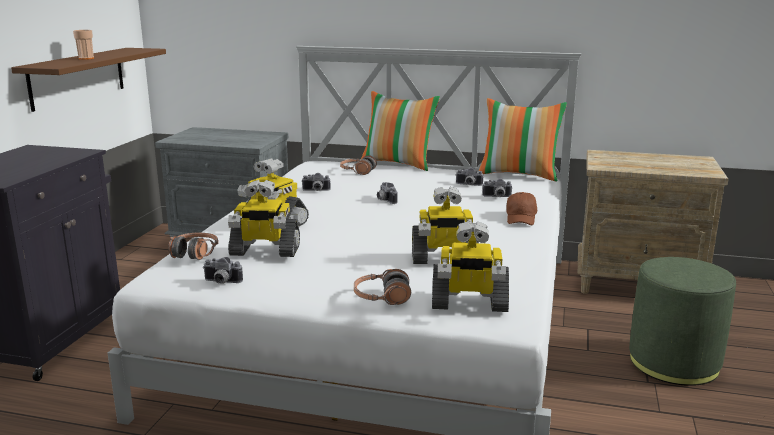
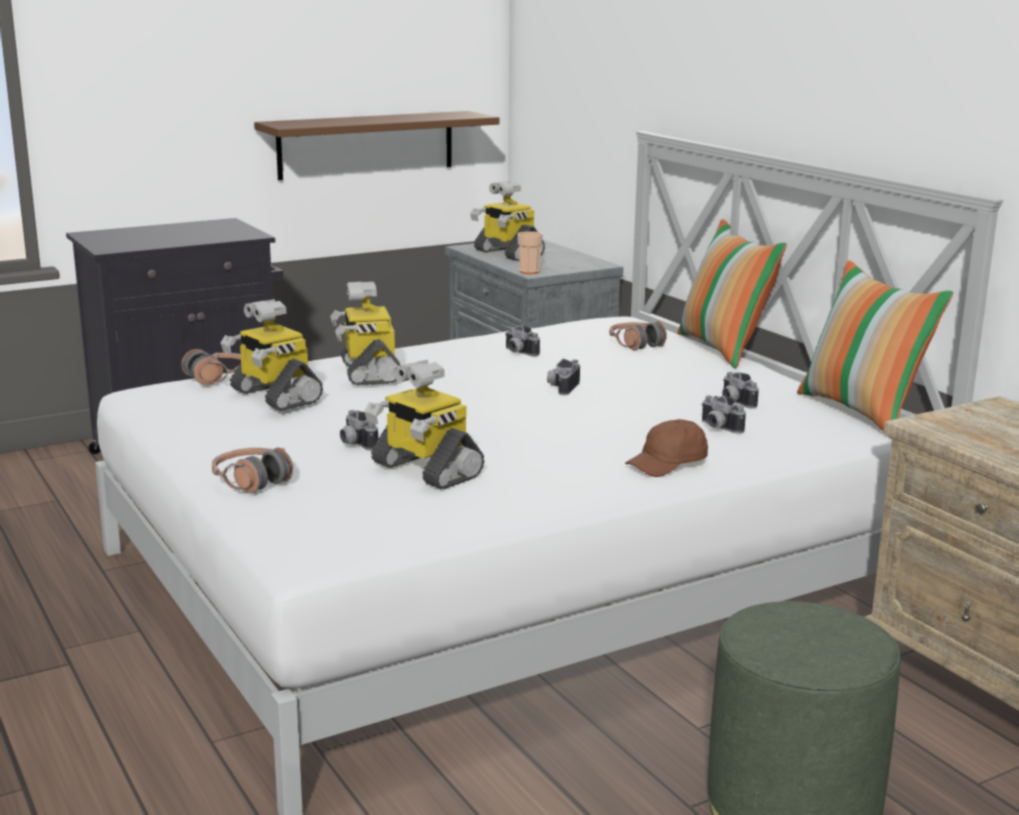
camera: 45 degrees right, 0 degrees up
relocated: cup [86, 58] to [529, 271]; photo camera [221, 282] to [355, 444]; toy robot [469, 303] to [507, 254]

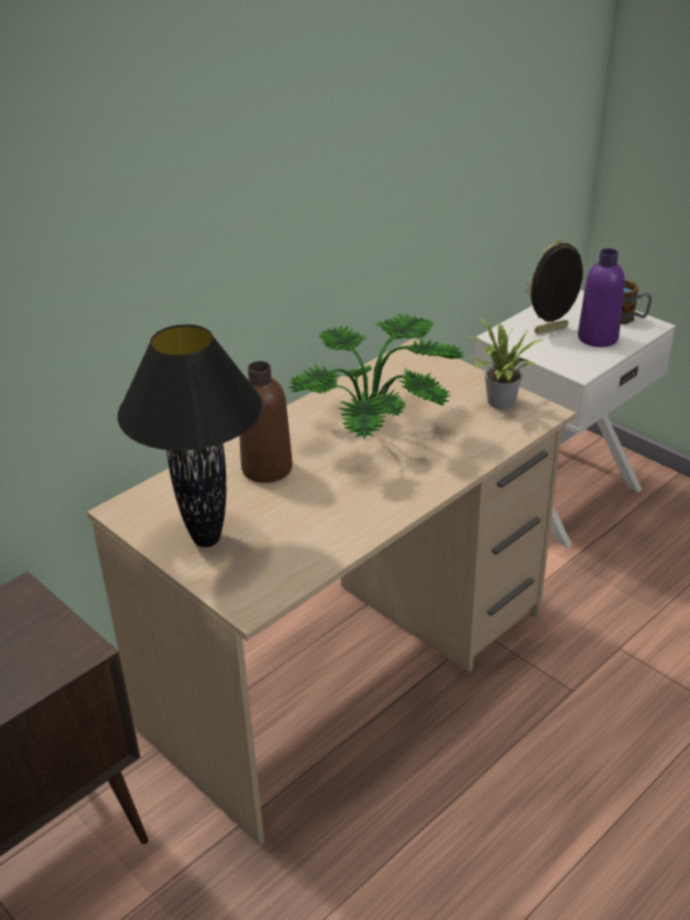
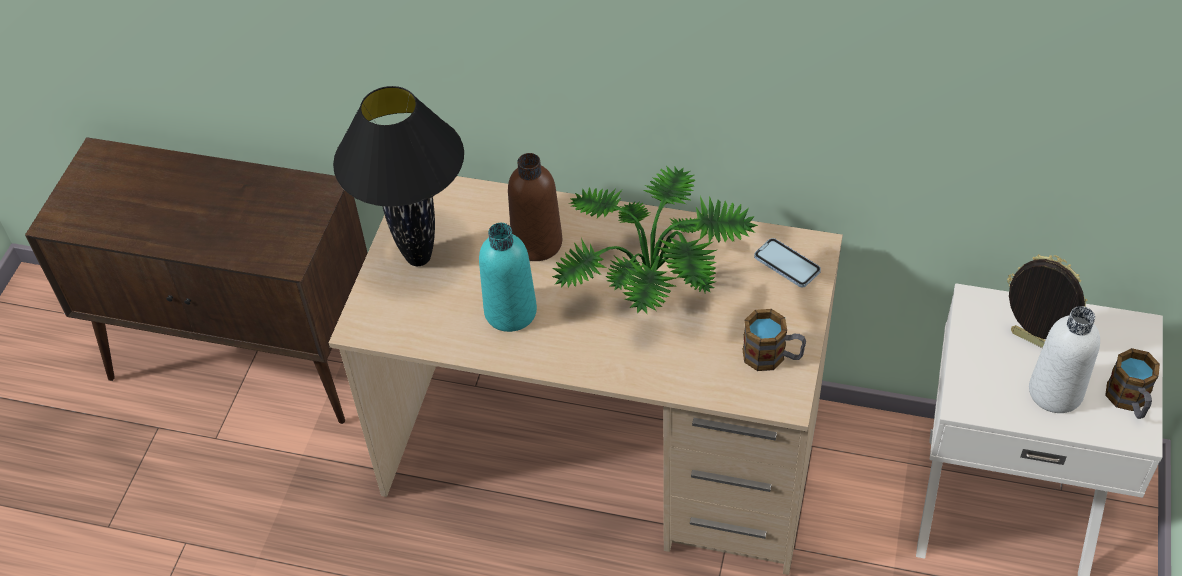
camera: 60 degrees right, 15 degrees up
appeared: turquoise bottle [510, 312]; phone [787, 264]
exchanged: potted plant [498, 403] to mug [772, 356]
colour: purple bottle [597, 338] to white bottle [1055, 392]

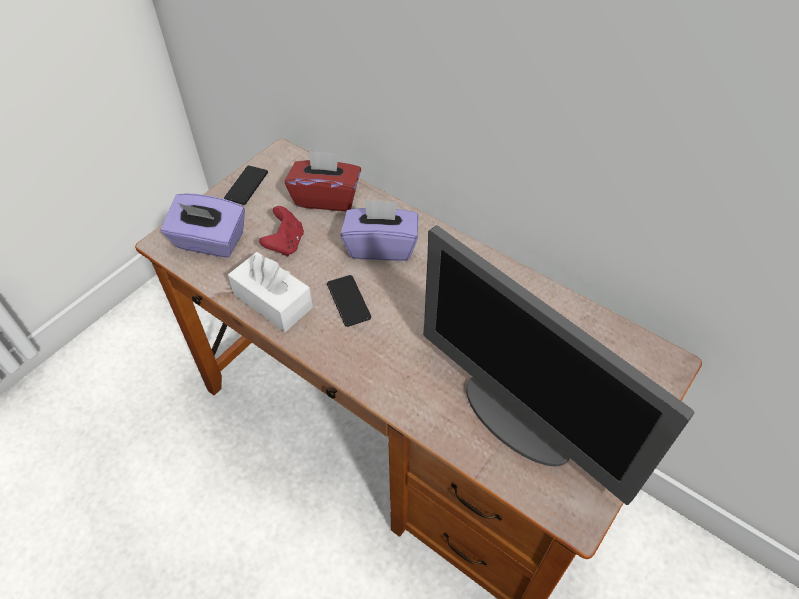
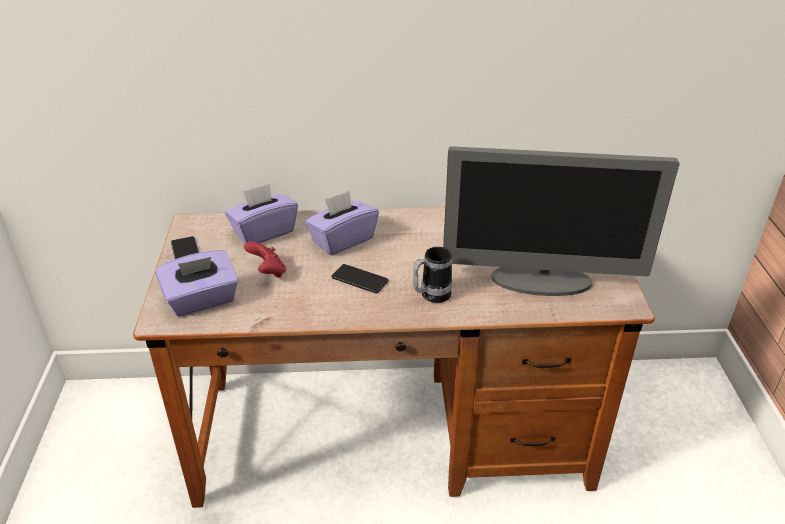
camera: 40 degrees left, 15 degrees down
missing: white tissue box [273, 301]
appeared: mug [431, 296]
colour: red tissue box [326, 198] to purple tissue box [264, 232]

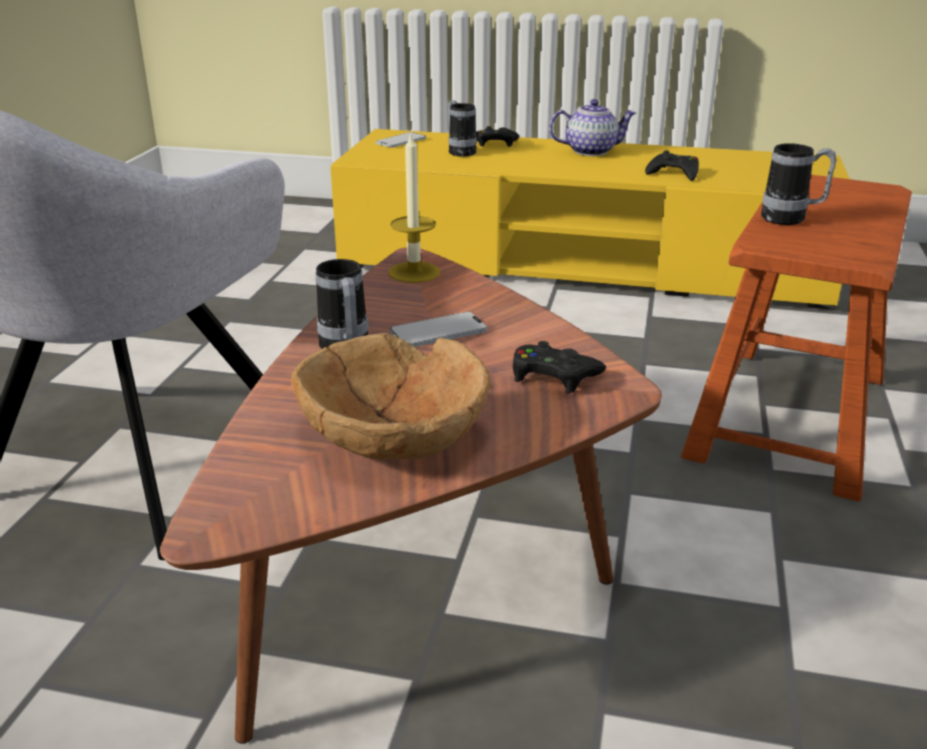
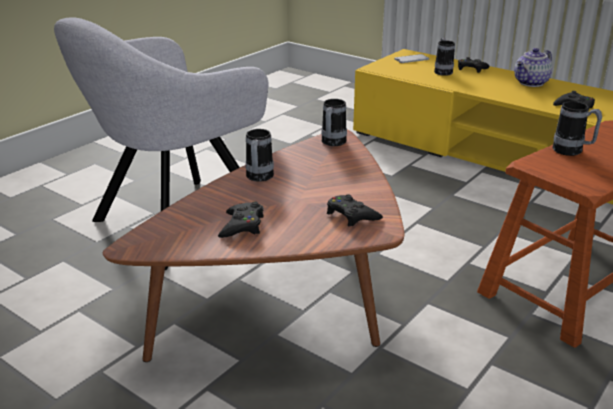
camera: 25 degrees right, 0 degrees up
missing: phone [438, 332]
exchanged: brown bowl [392, 434] to black game controller [242, 225]; candle [414, 272] to mug [332, 143]
spun: teapot [590, 151] = [531, 83] 120 degrees clockwise

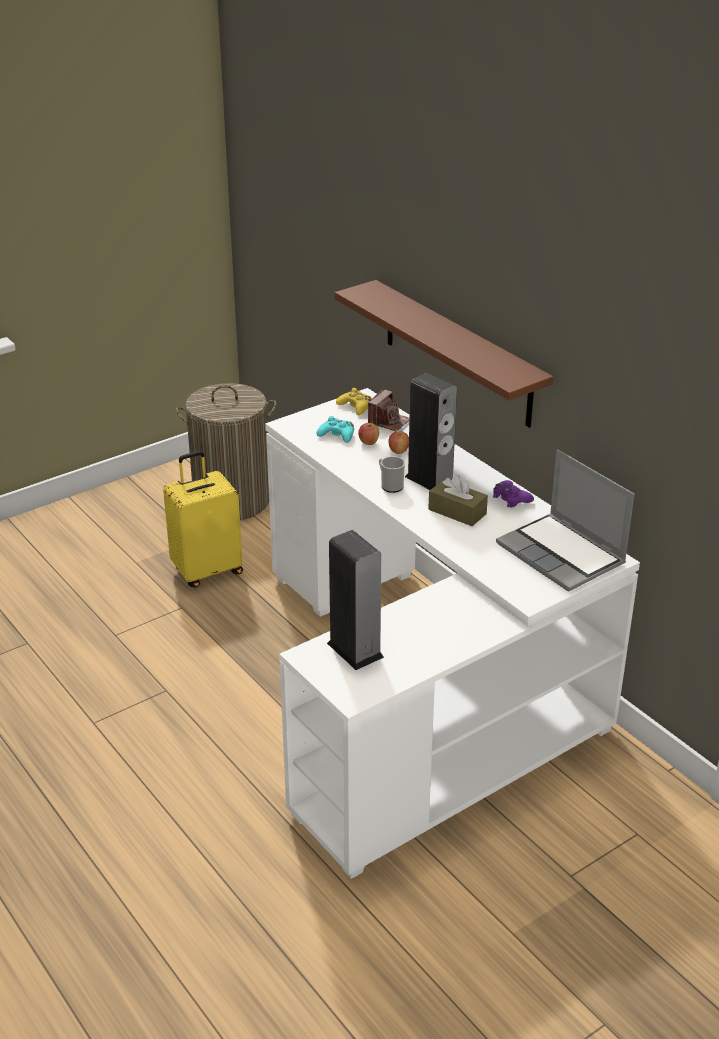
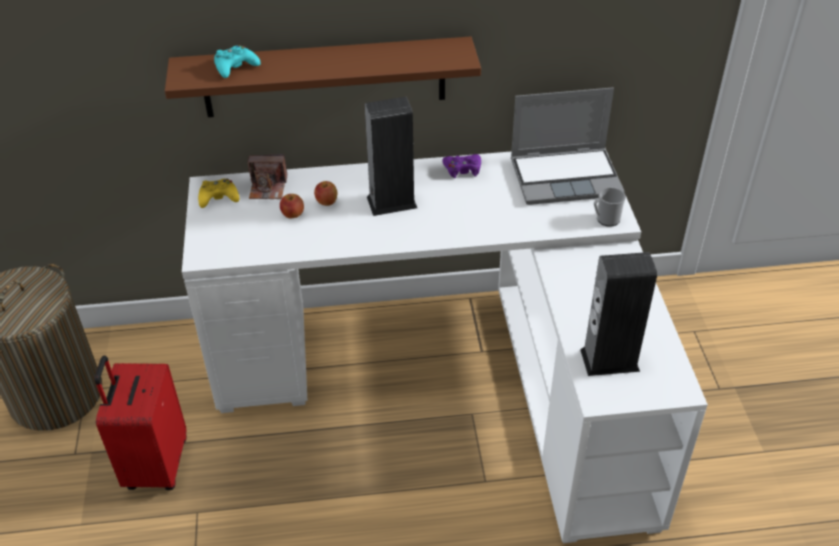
camera: 60 degrees left, 10 degrees up
missing: brown tissue box [457, 512]
relocated: turquoise game controller [337, 435] to [235, 67]; mug [390, 485] to [605, 219]
colour: yellow suitcase [207, 570] to red suitcase [155, 465]
spun: photo camera [389, 422] = [268, 188] 120 degrees clockwise

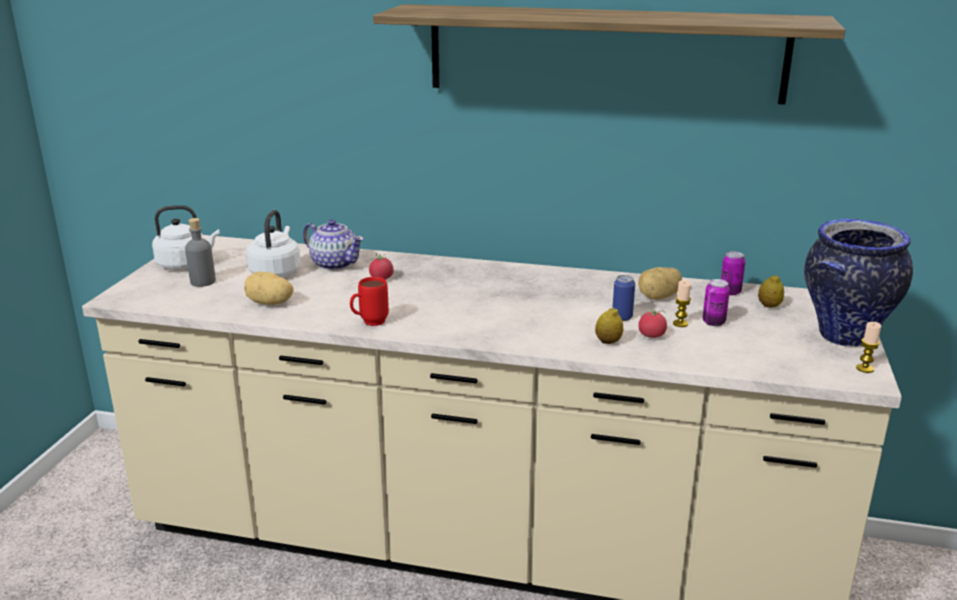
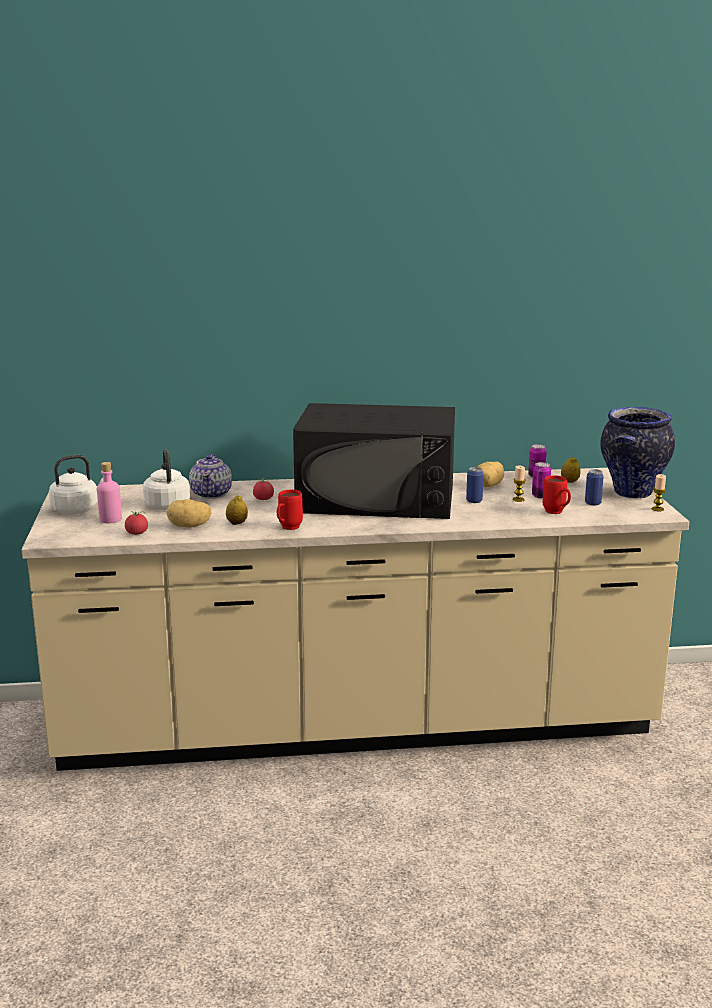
camera: 20 degrees left, 5 degrees down
missing: shelf [604, 53]
appeared: black microwave [377, 499]; red mug [557, 513]; can [592, 503]
relocated: lemon [608, 342] to [237, 523]; tomato [651, 335] to [137, 533]
colour: grey bottle [203, 282] to pink bottle [110, 519]
spun: teapot [335, 264] = [211, 494] 75 degrees clockwise

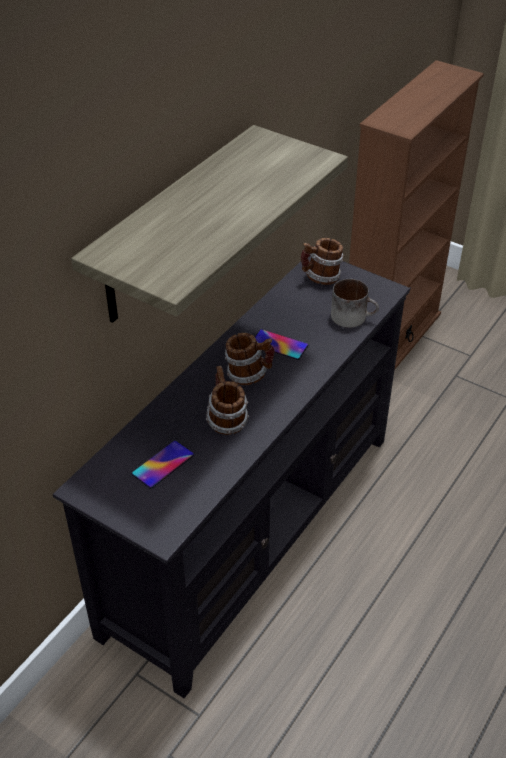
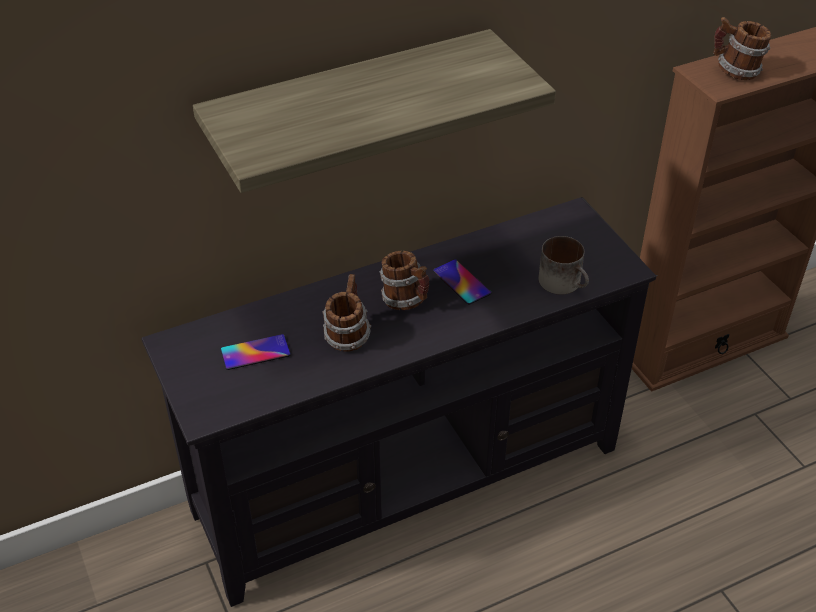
camera: 30 degrees right, 0 degrees up
relocated: mug [320, 278] to [735, 71]

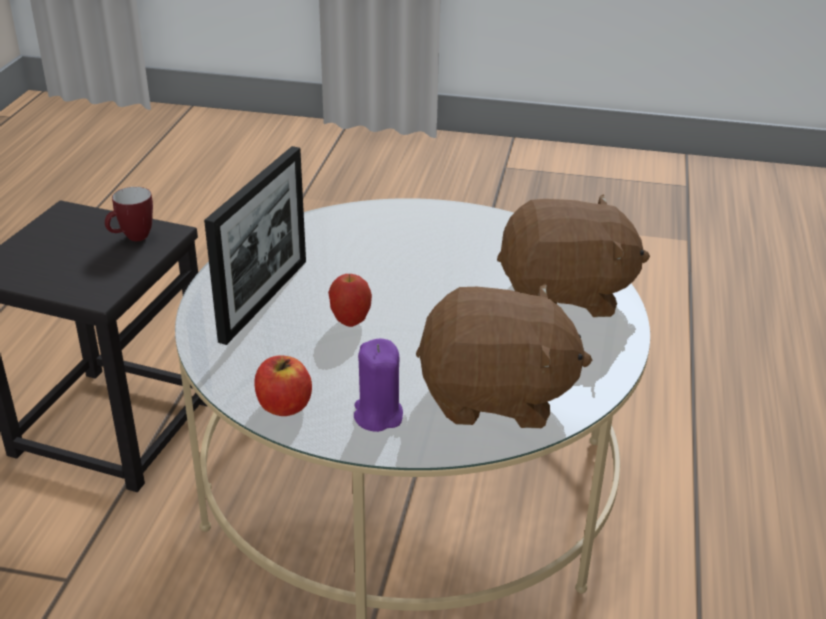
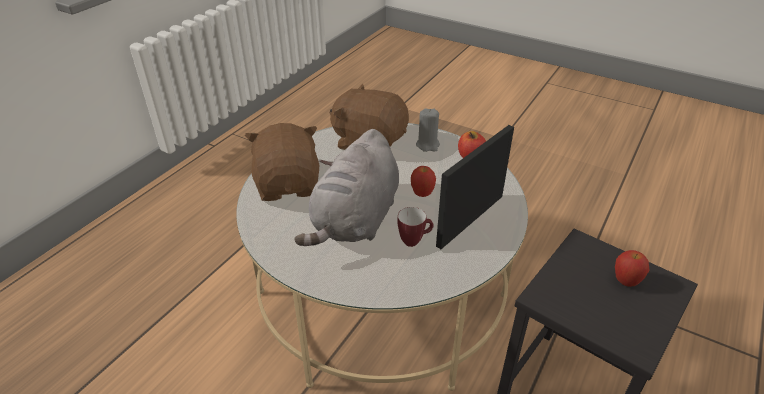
camera: 160 degrees left, 5 degrees up
appeared: grey plush toy [356, 220]; apple [625, 281]
relocated: mug [132, 238] to [414, 240]
colour: purple candle [377, 415] to grey candle [428, 145]
spun: brown plush toy [565, 295] = [288, 185] 60 degrees clockwise

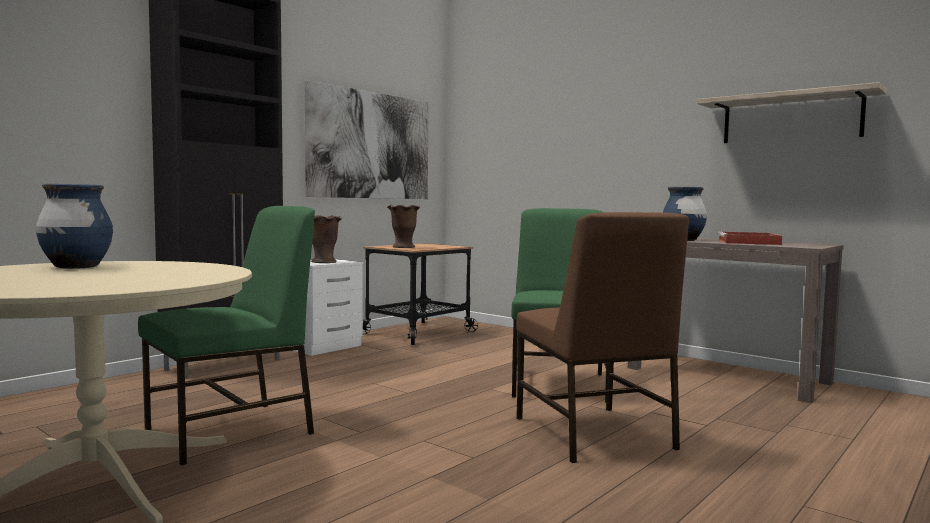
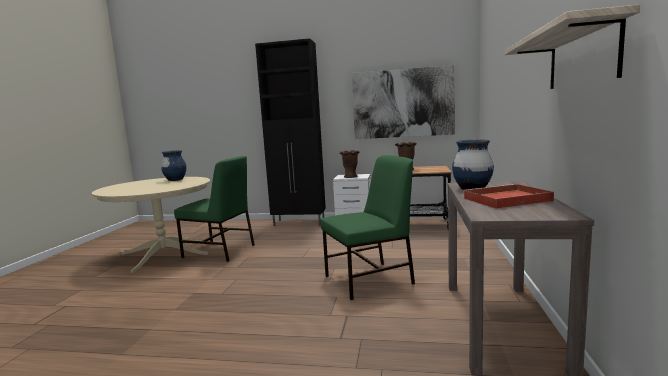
camera: 60 degrees right, 5 degrees up
missing: brown chair [593, 434]

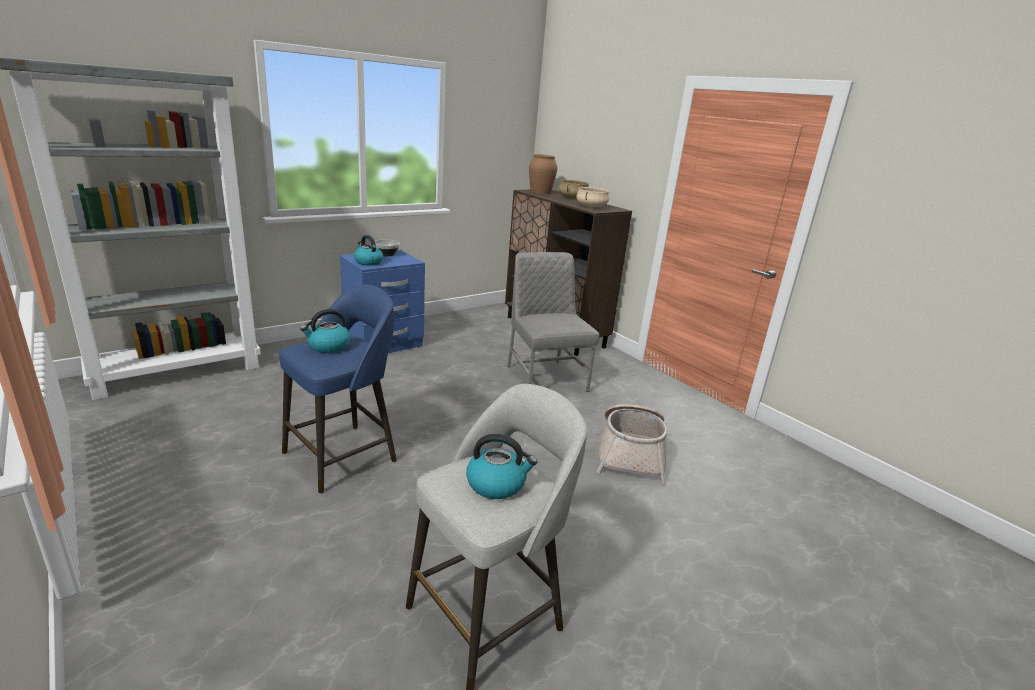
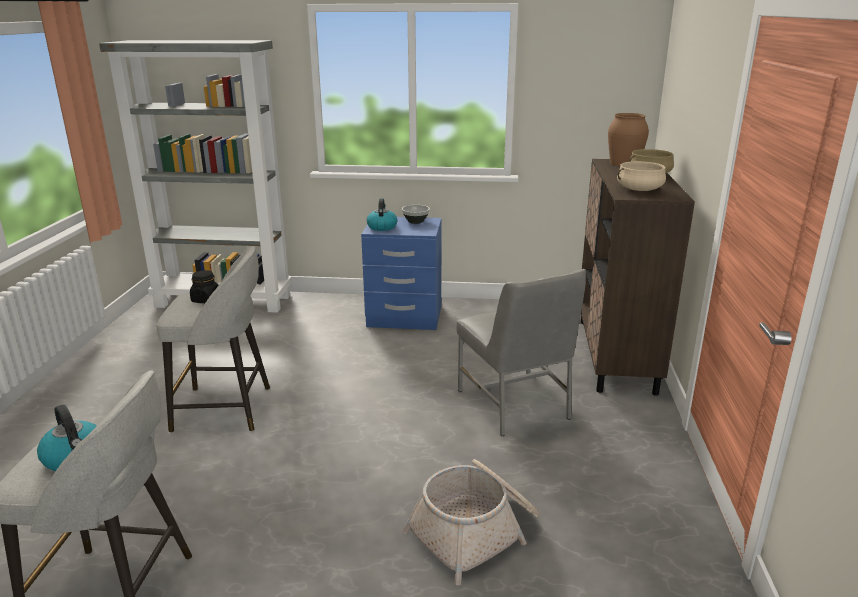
camera: 45 degrees right, 0 degrees up
exchanged: kettle [328, 346] to black jar [206, 299]
colour: blue stool [343, 455] to grey stool [225, 409]
spun: grey chair [545, 377] = [514, 405] 135 degrees clockwise

